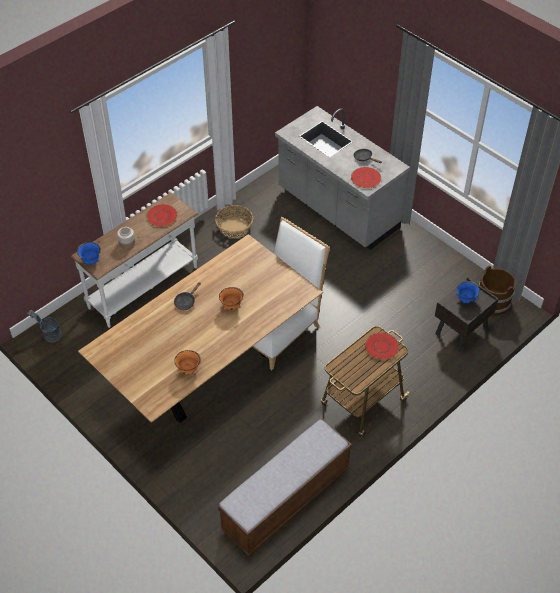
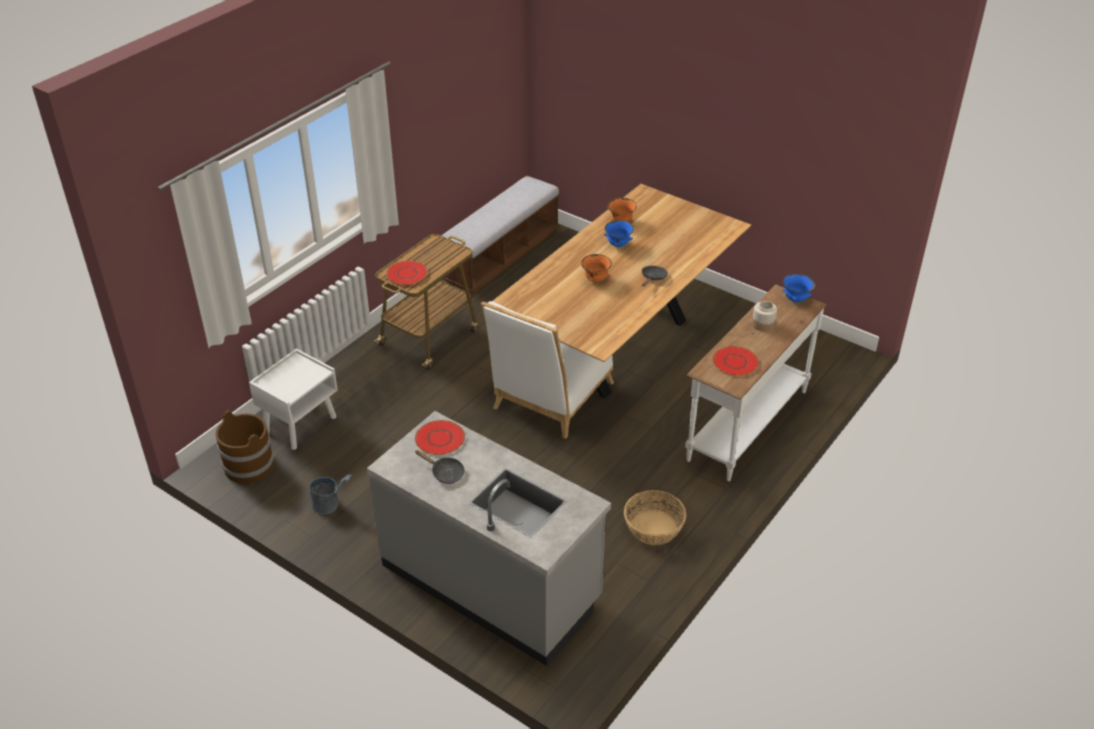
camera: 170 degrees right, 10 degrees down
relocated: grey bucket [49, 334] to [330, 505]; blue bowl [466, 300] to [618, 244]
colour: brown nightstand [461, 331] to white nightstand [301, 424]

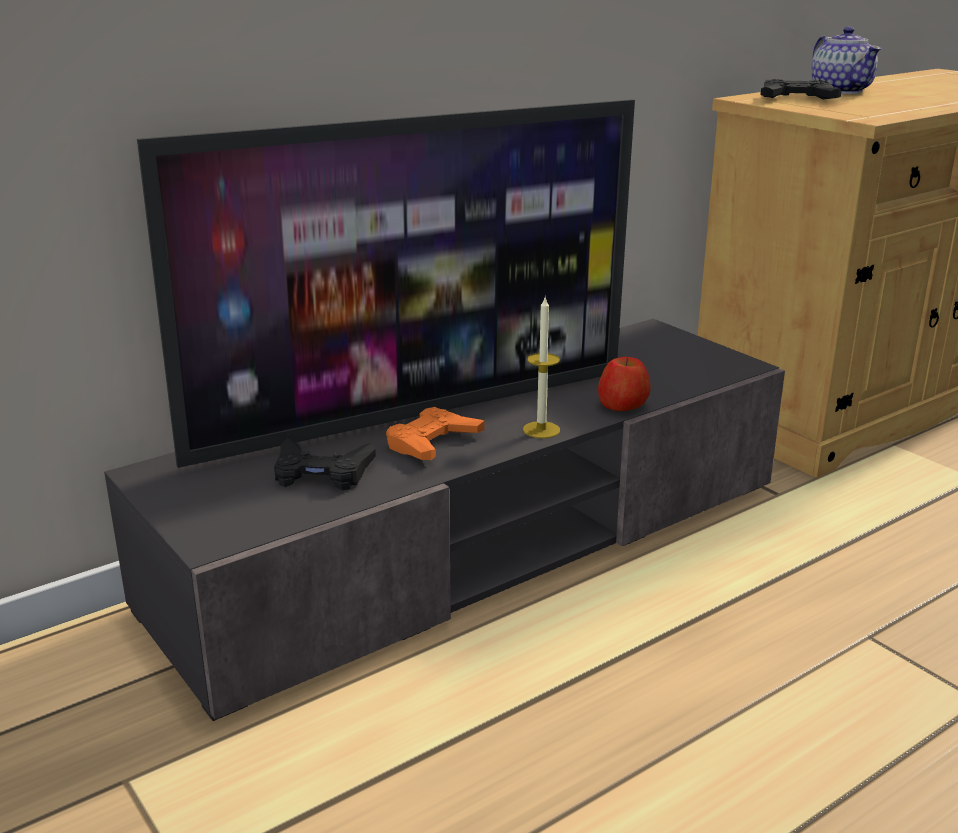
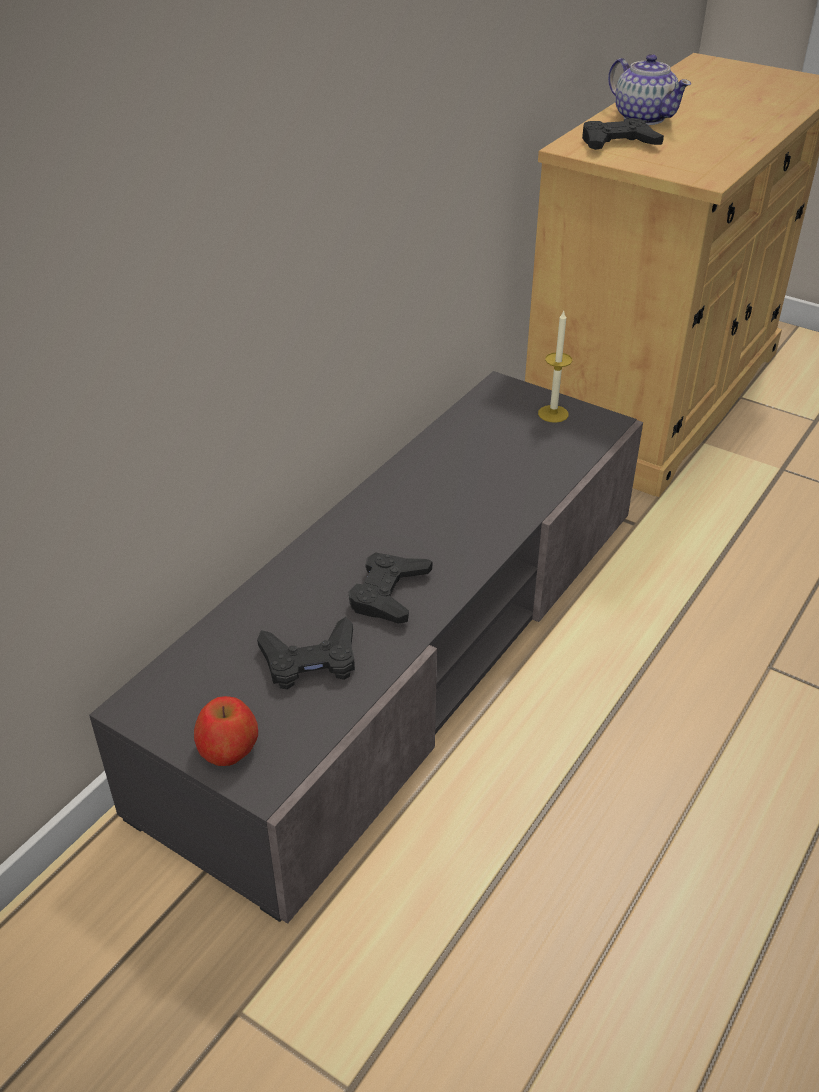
camera: 20 degrees left, 15 degrees up
missing: television [415, 413]
relocated: candle [541, 430] to [553, 414]; apple [622, 405] to [228, 748]
colour: orange game controller [432, 442] to black game controller [389, 593]

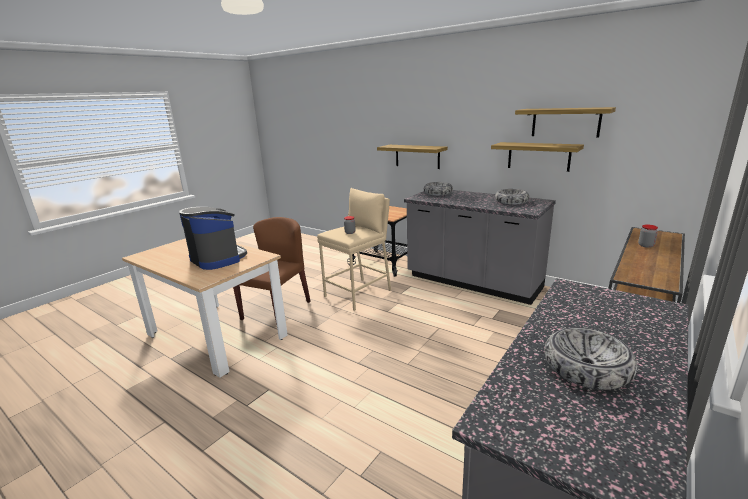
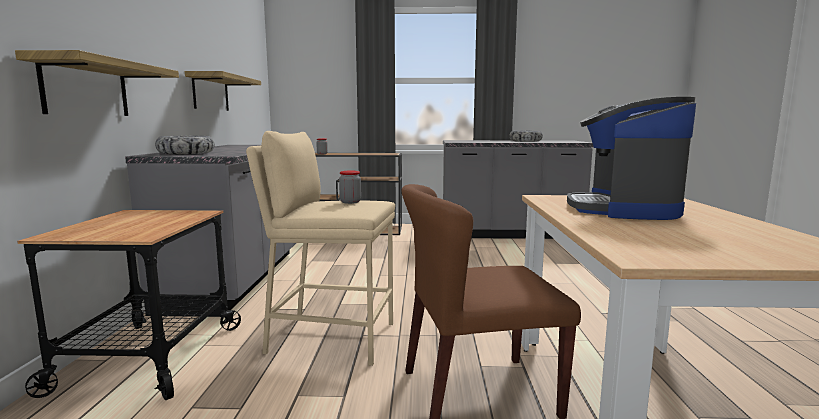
camera: 125 degrees left, 10 degrees down
missing: bowl [511, 201]; shelf [565, 122]

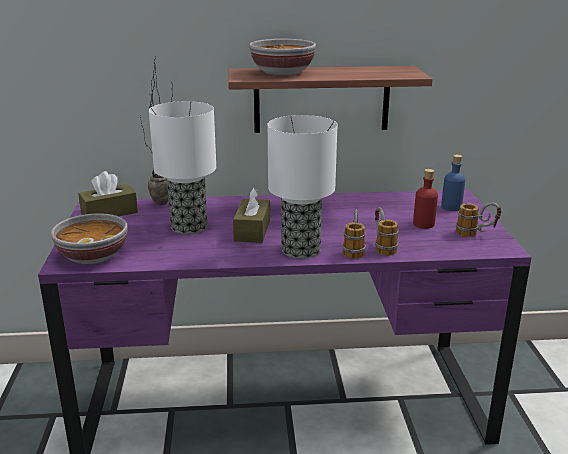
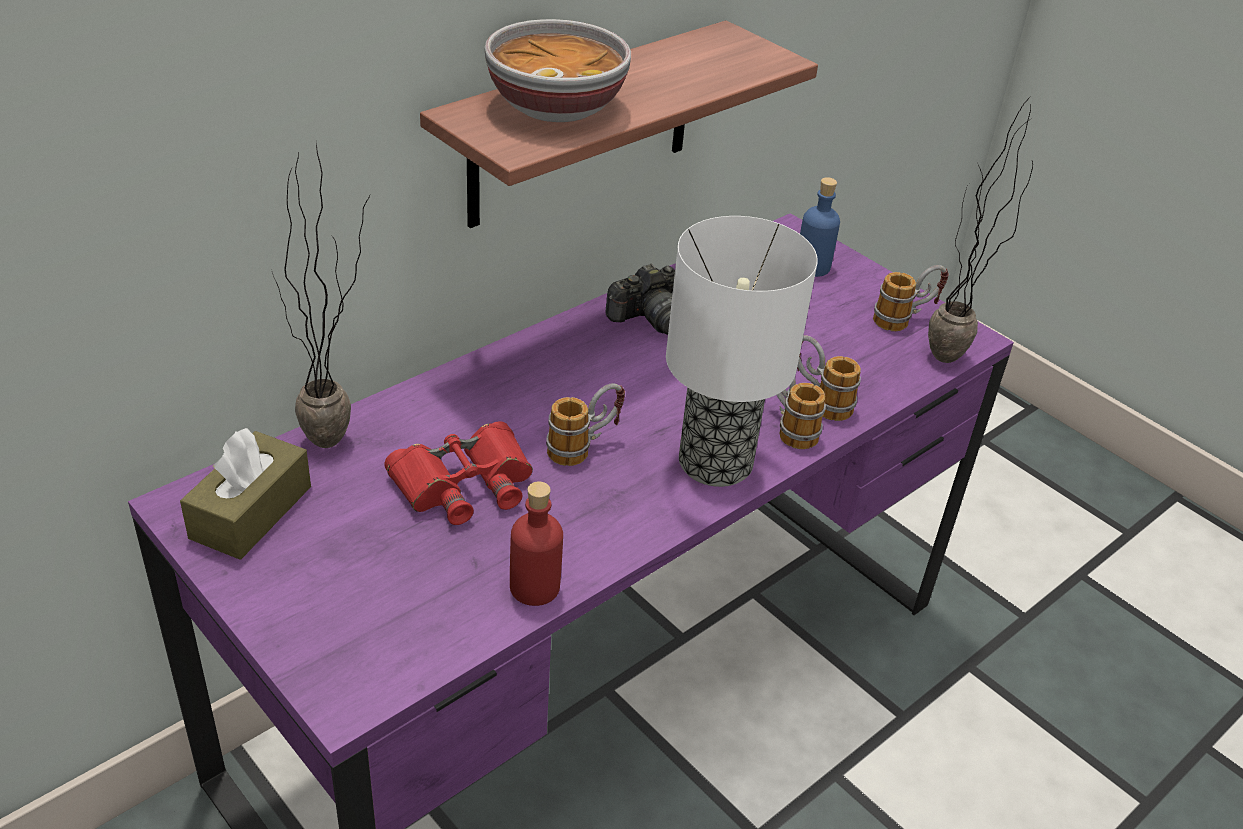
camera: 40 degrees left, 15 degrees up
missing: bowl [93, 256]
appeared: photo camera [649, 318]; potted plant [943, 366]
relocated: red bottle [423, 224] to [535, 587]
exchanged: table lamp [190, 226] to red binoculars [464, 483]; brown tissue box [252, 230] to mug [585, 447]

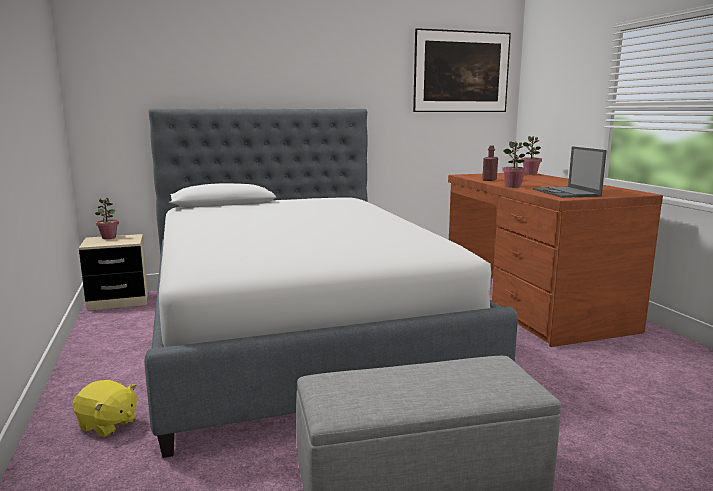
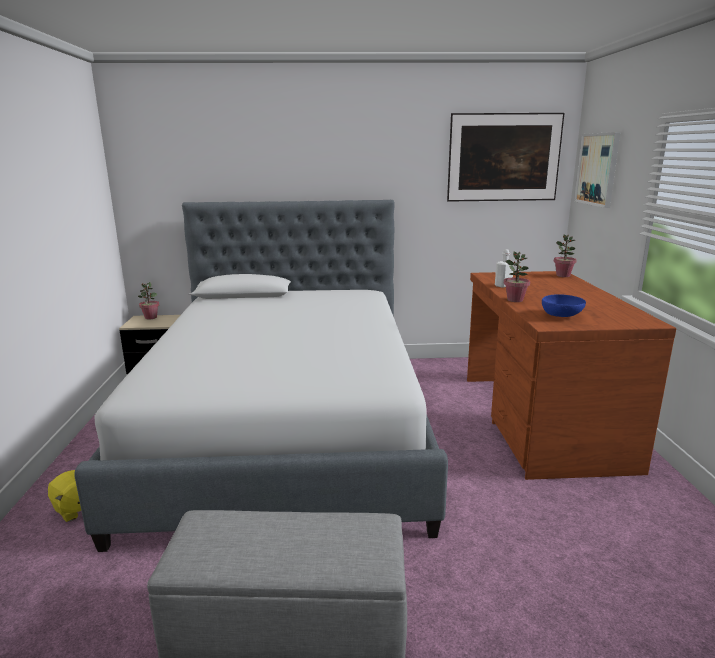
camera: 15 degrees right, 5 degrees up
appeared: picture [597, 169]
exchanged: laptop [566, 193] to blue bowl [561, 316]
colour: red bottle [489, 180] to white bottle [503, 285]

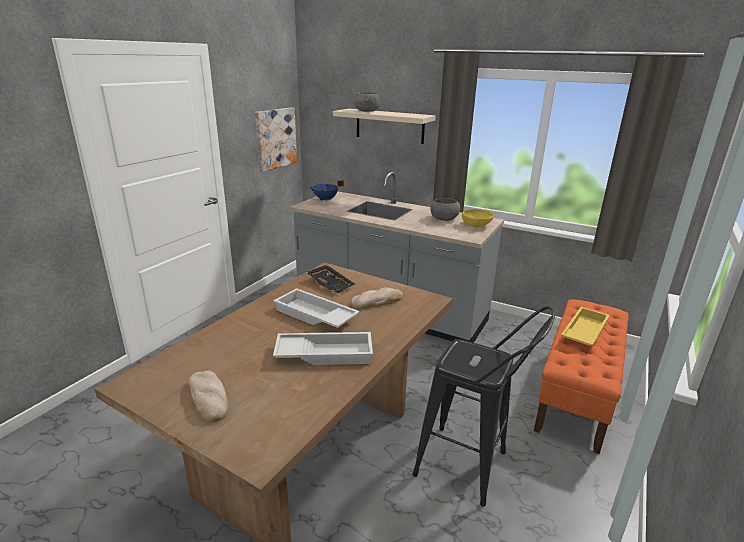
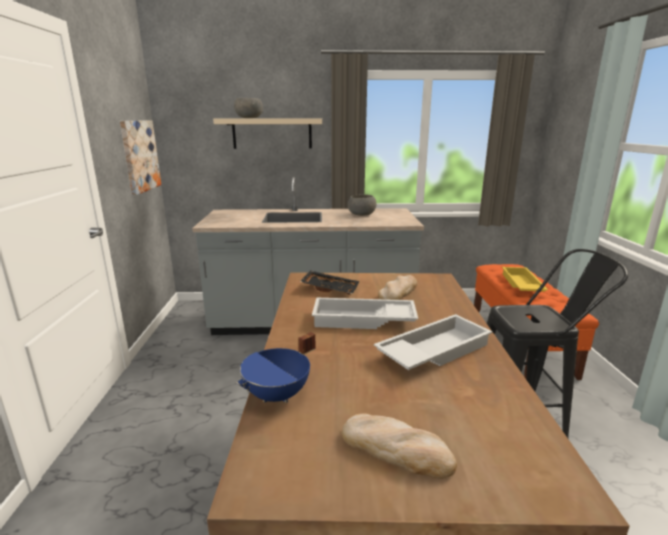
camera: 30 degrees left, 5 degrees down
missing: yellow bowl [476, 226]
relocated: blue cooking pot [326, 199] to [278, 395]

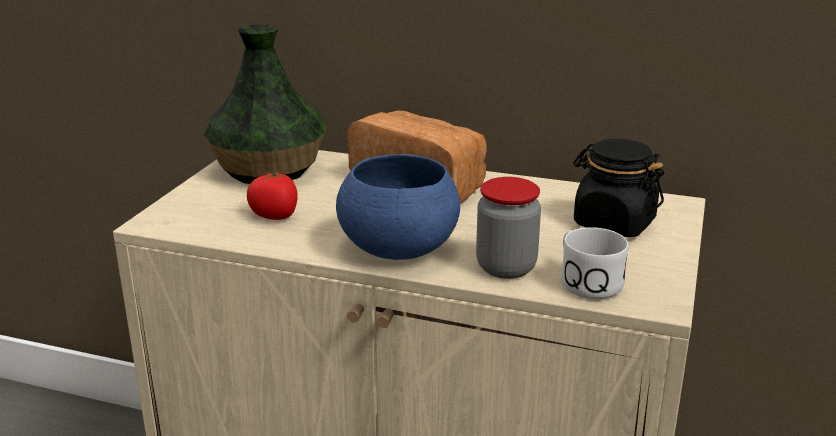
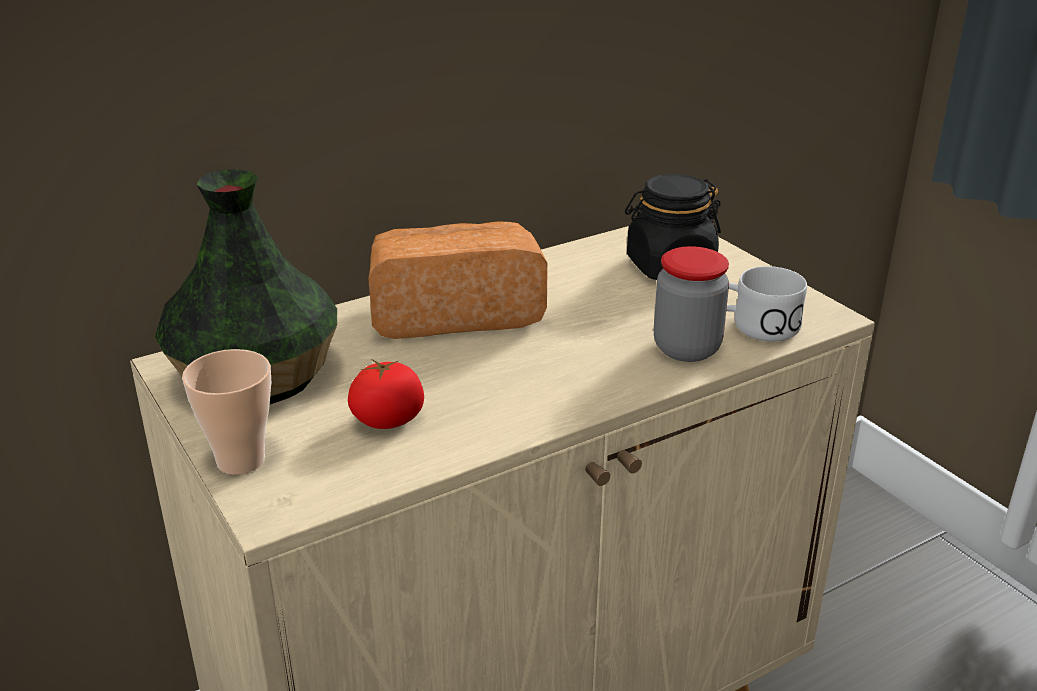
camera: 50 degrees left, 5 degrees up
missing: blue bowl [398, 250]
appeared: cup [240, 460]

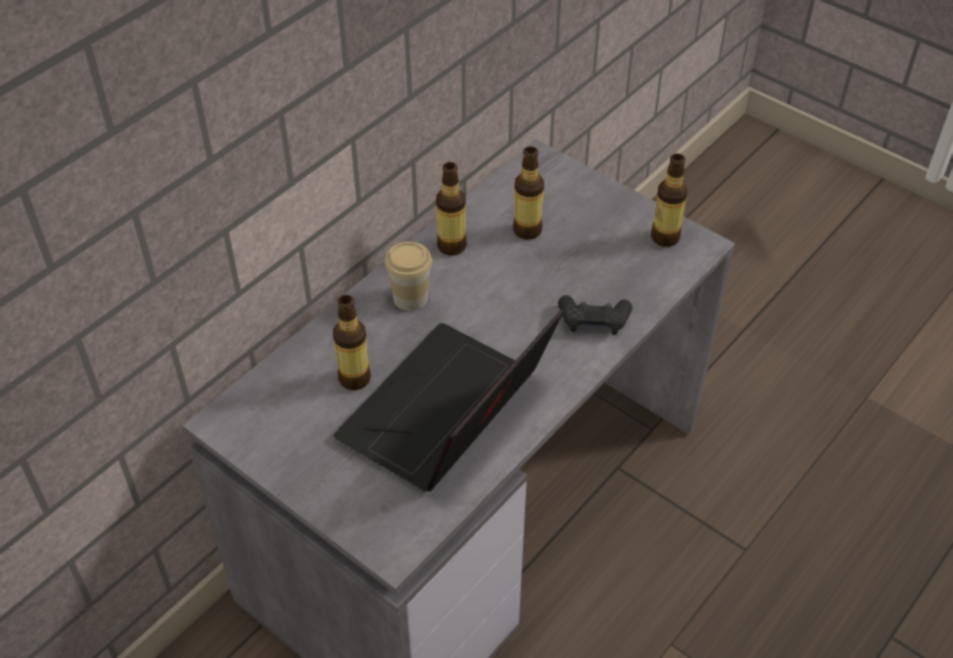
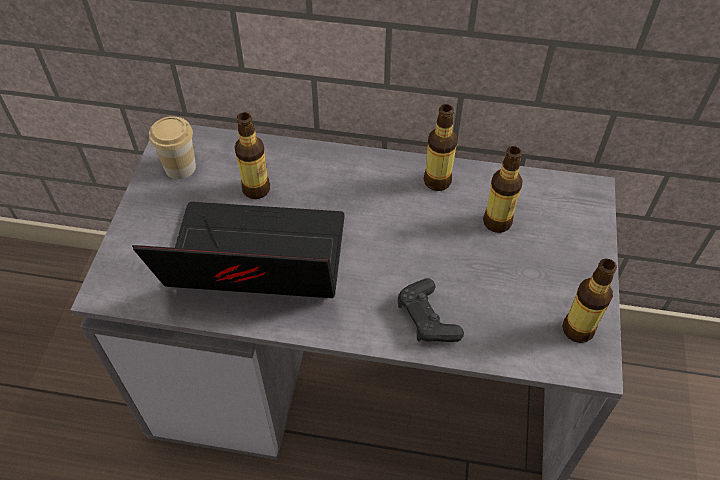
camera: 60 degrees right, 5 degrees up
relocated: cup [410, 298] to [180, 167]

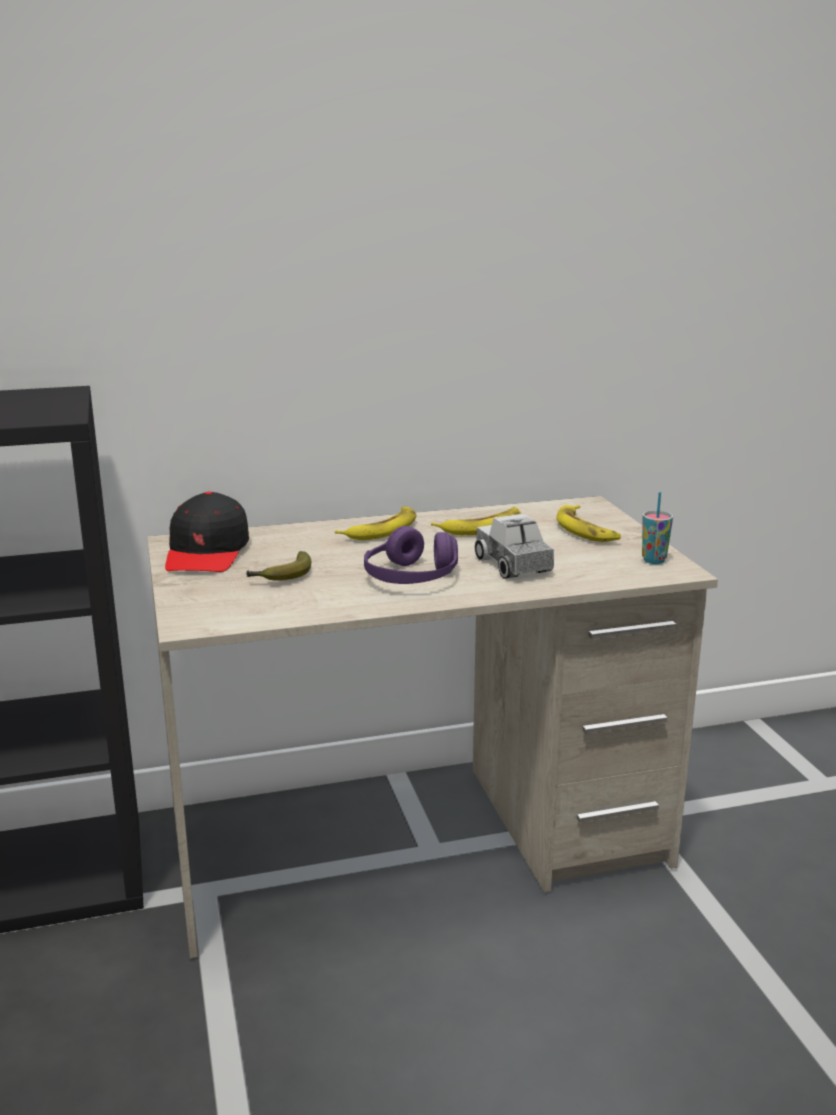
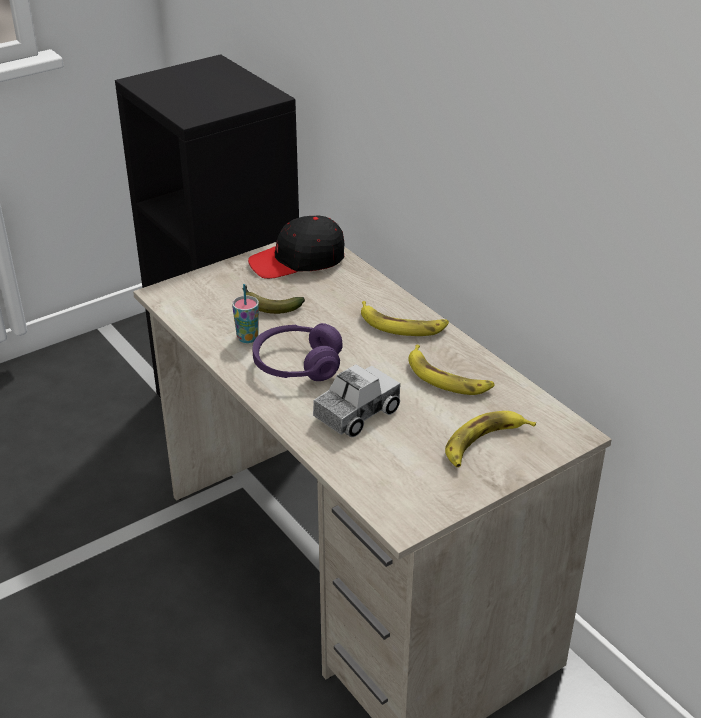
camera: 70 degrees right, 15 degrees up
relocated: cup [654, 560] to [247, 338]

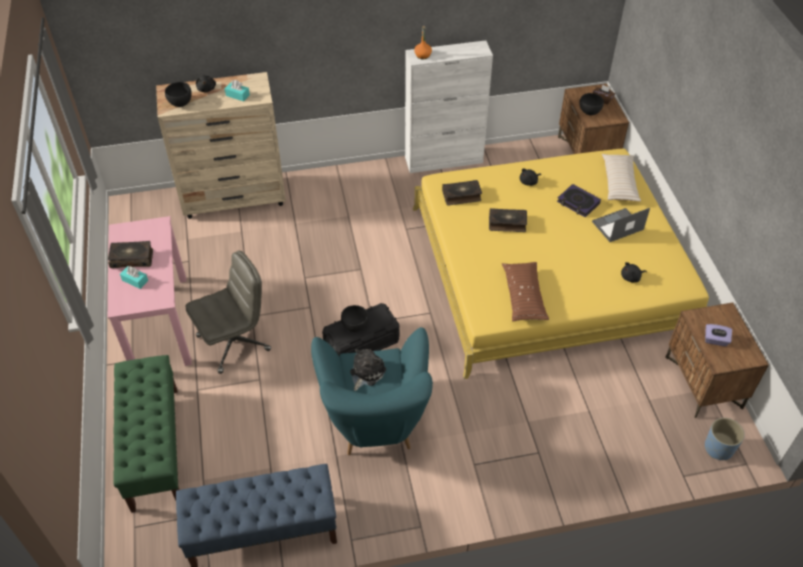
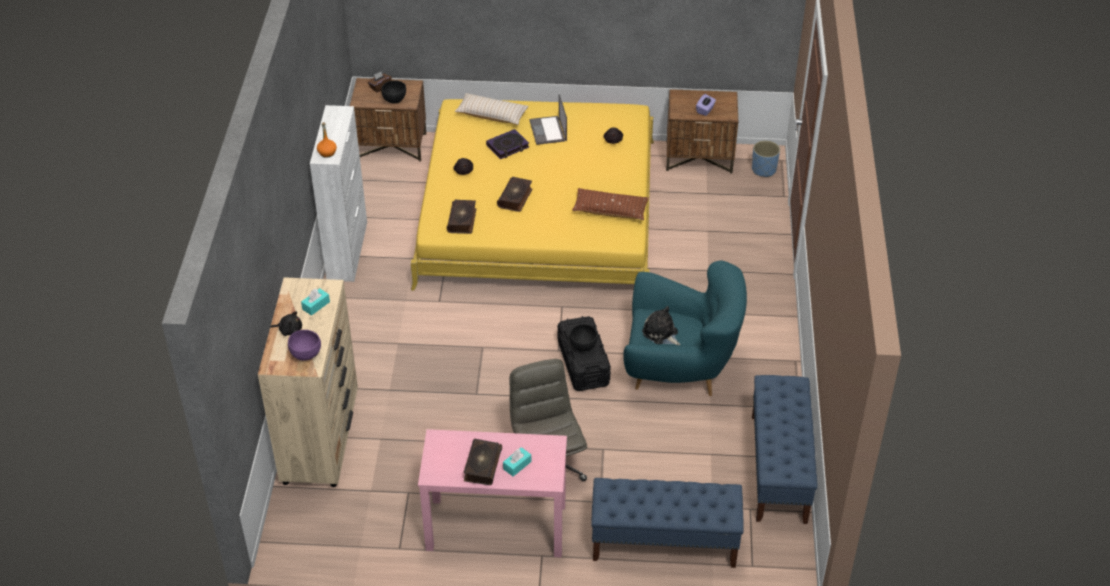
camera: 75 degrees left, 5 degrees down
colour: green bench [155, 447] to blue bench [663, 543]; black bowl [180, 103] to purple bowl [305, 355]

